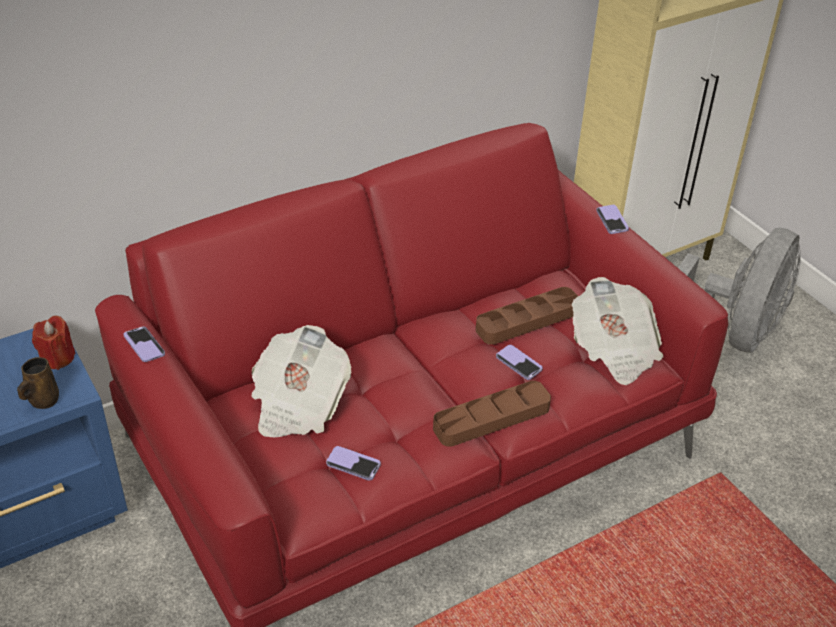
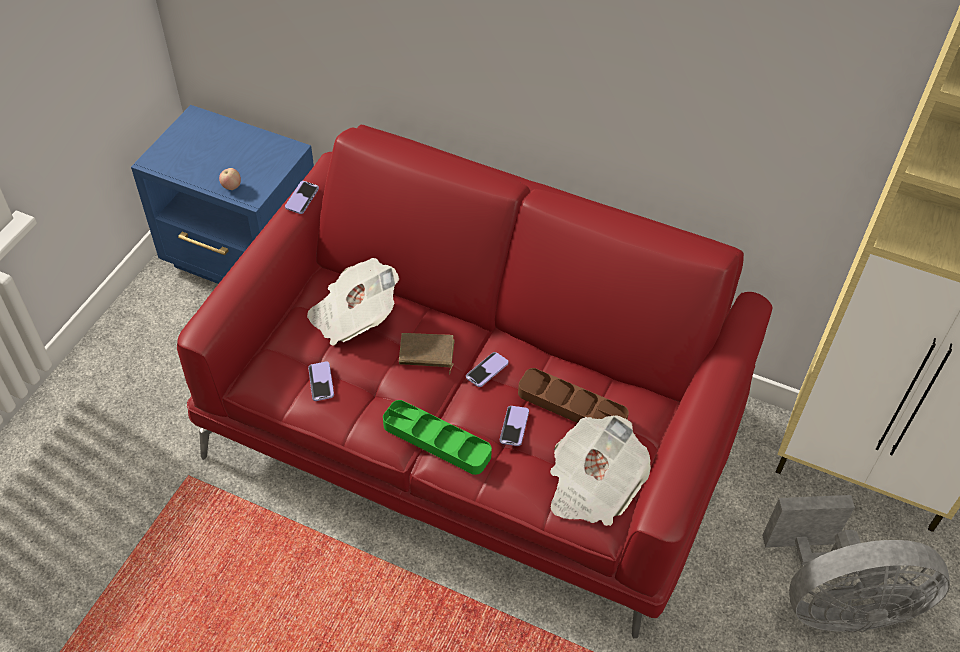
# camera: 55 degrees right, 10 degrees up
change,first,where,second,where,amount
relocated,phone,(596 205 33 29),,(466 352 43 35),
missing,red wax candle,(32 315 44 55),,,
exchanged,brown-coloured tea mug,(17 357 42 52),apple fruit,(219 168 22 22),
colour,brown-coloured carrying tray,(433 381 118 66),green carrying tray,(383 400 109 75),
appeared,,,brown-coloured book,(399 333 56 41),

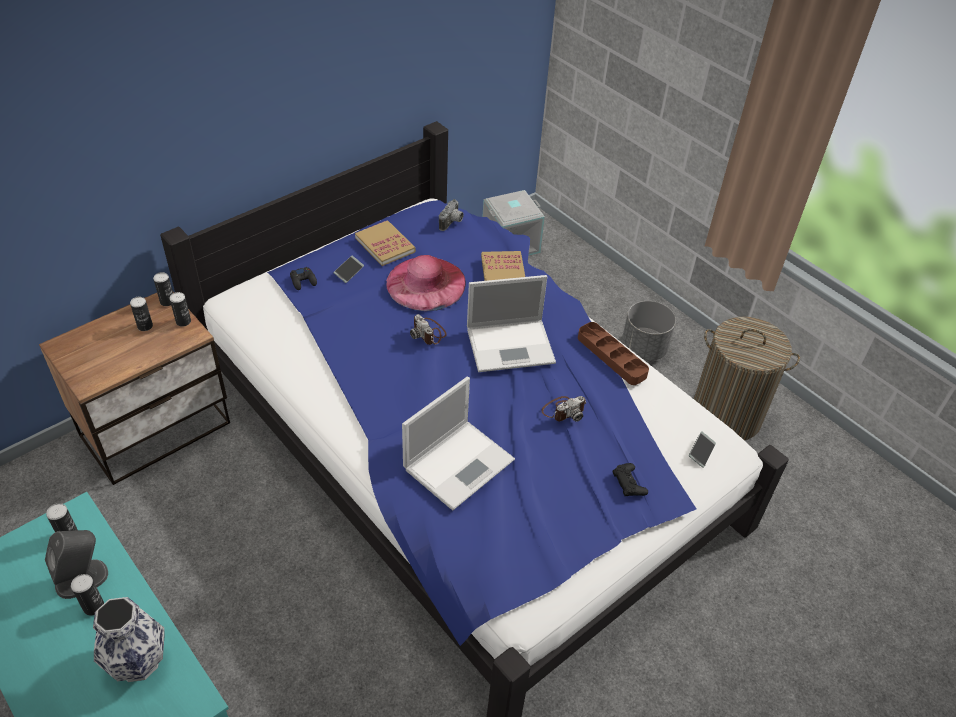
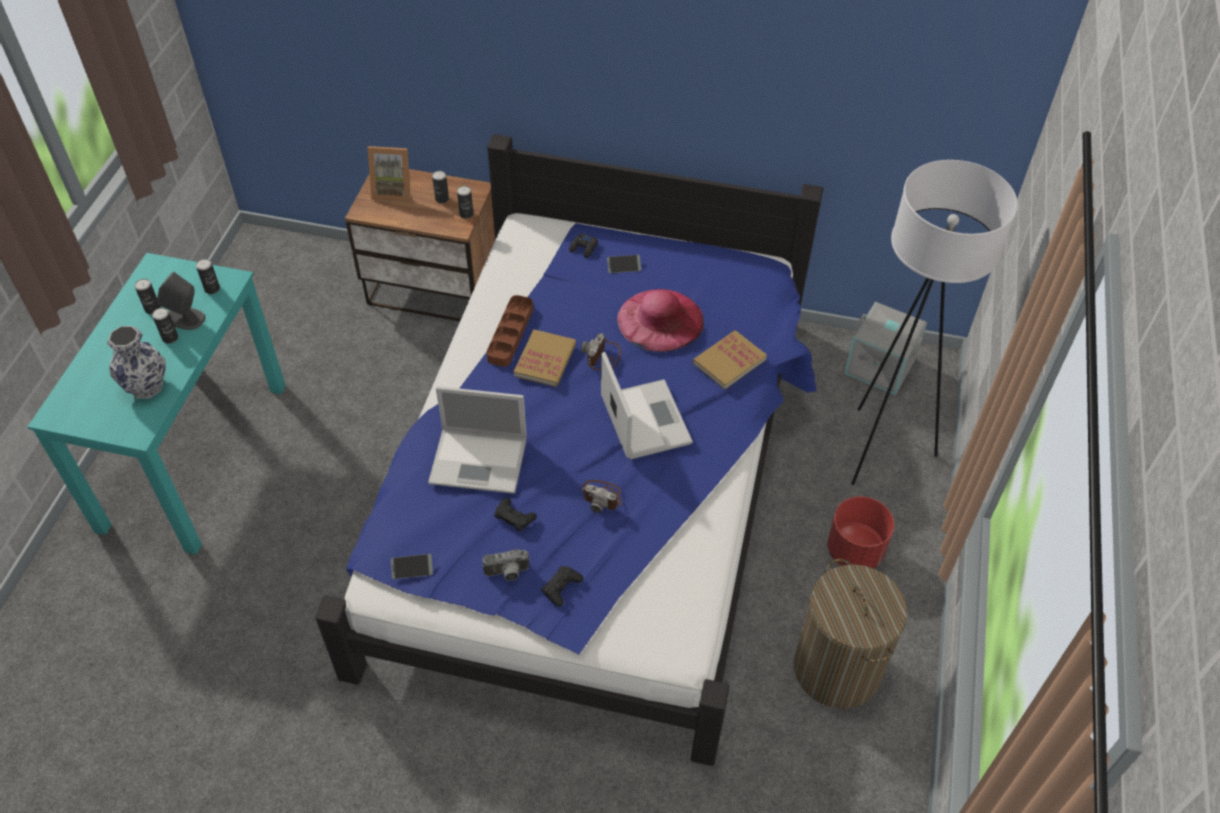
# camera: 55 degrees right, 5 degrees up
change,first,where,second,where,amount
relocated,still camera,(439 199 25 32),,(482 549 48 32),
relocated,book,(355 220 61 46),,(514 329 62 58),
relocated,metal can,(153 272 20 34),,(135 279 26 35),
spun,notebook computer,(467 275 89 97),,(601 352 92 107),150 degrees counterclockwise
colour,gray flower pot,(622 301 54 60),red flower pot,(827 496 67 72),
relocated,brown-coloured carrying tray,(578 322 71 63),,(486 295 47 72),
relocated,phone,(689 431 27 37),,(391 554 42 25),
appeared,,,photo frame,(368 146 43 56),
appeared,,,white floor lamp,(851 160 167 325),
appeared,,,black-coloured joypad,(494 498 43 33),

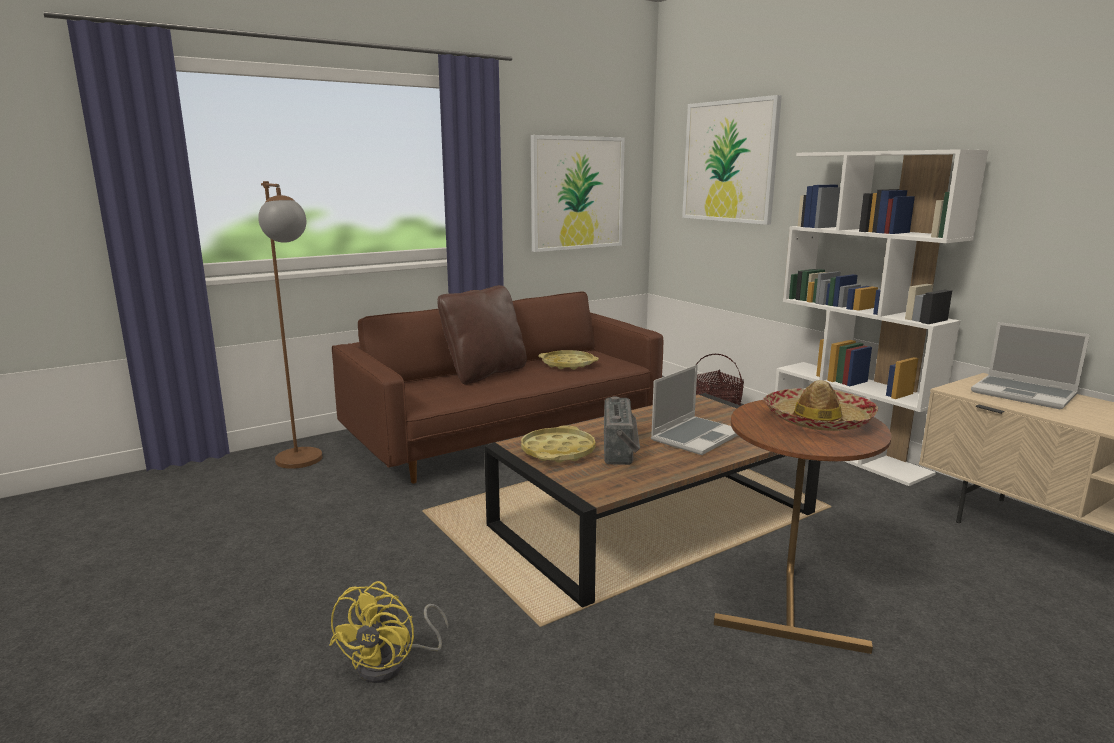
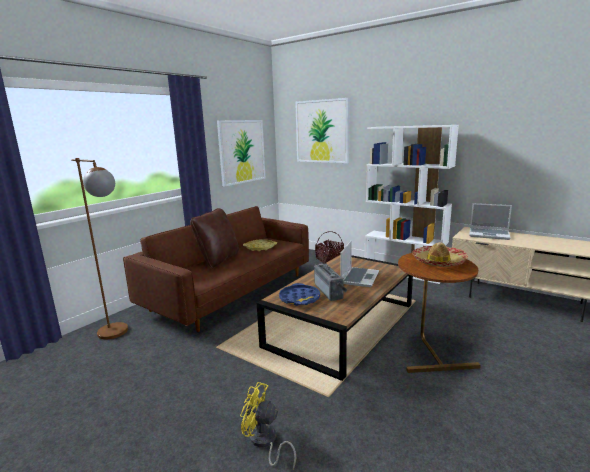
# camera: 20 degrees left, 0 degrees up
change,first,where,second,where,amount
colour,yellow carrying tray,(521 425 75 38),blue carrying tray,(279 283 41 23),
spun,yellow fan,(329 581 119 102),,(240 382 56 87),120 degrees clockwise

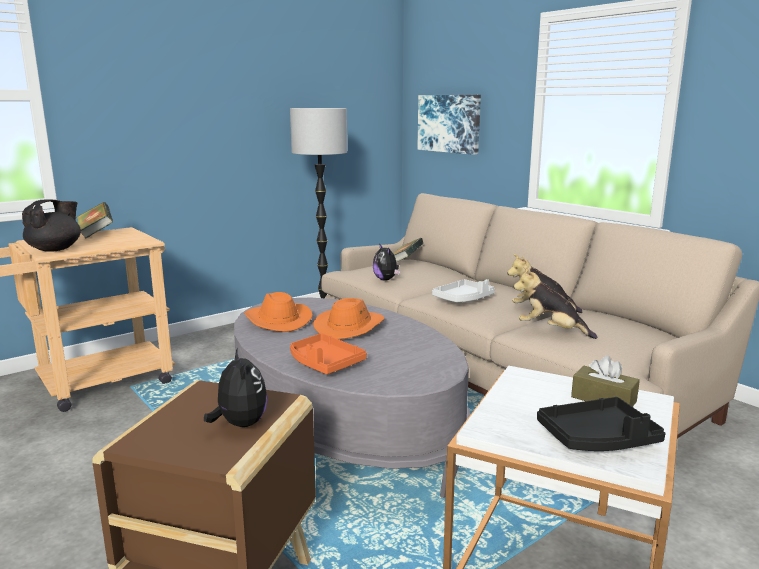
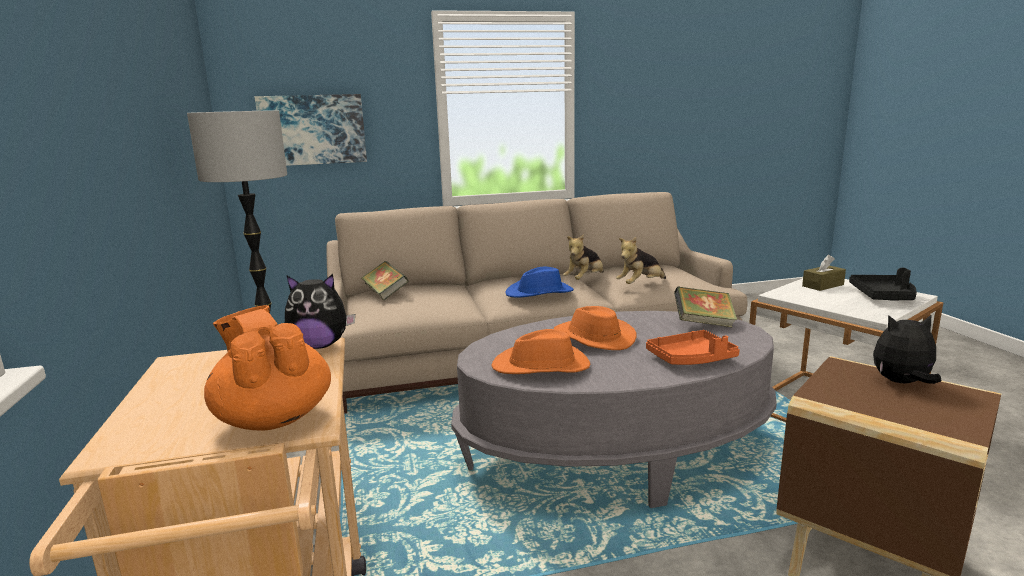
# camera: 65 degrees left, 0 degrees up
change,first,where,second,where,amount
colour,black-coloured teapot,(22 199 59 53),orangey teapot,(204 305 127 126),
relocated,book,(77 202 36 37),,(674 286 63 42),
relocated,plush toy,(373 243 27 37),,(285 274 70 75),
exchanged,gray carrying tray,(432 279 63 23),blue clothing hat,(505 267 69 31),

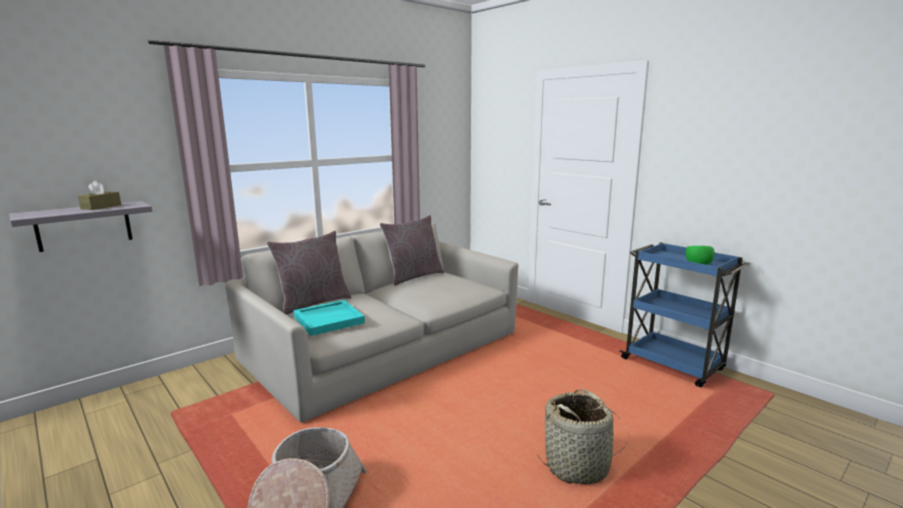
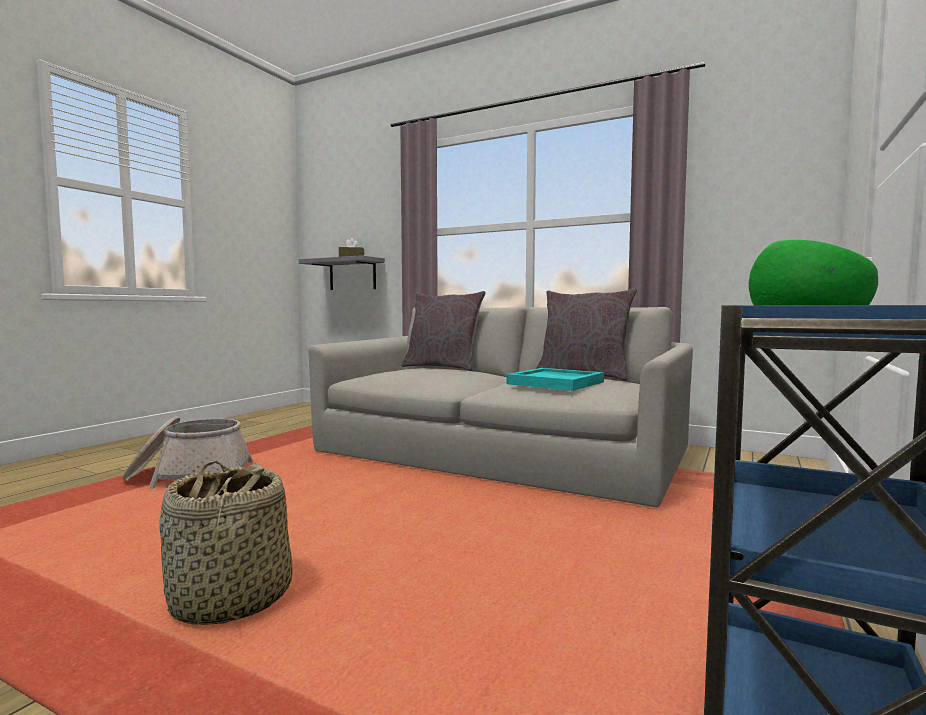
# camera: 70 degrees right, 10 degrees down
change,first,where,second,where,amount
relocated,turquoise carrying tray,(293 300 72 36),,(507 368 97 23),

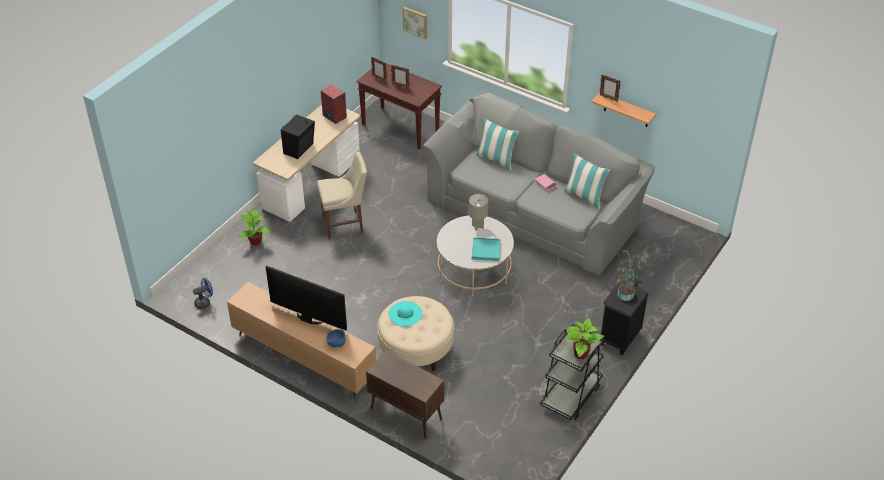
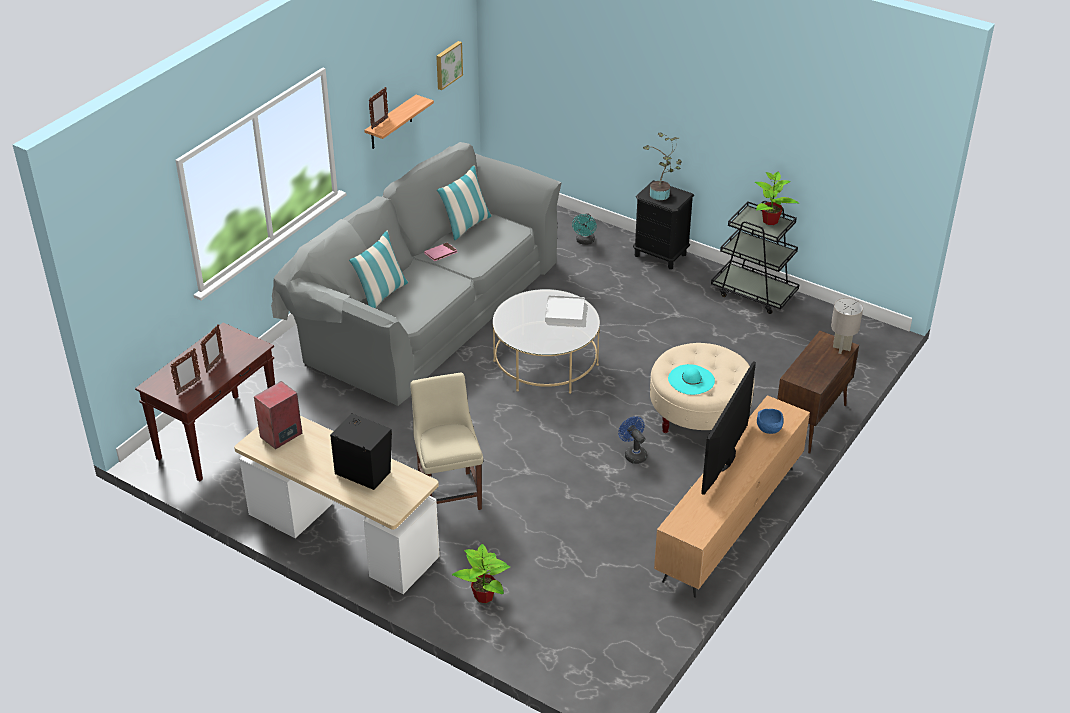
# camera: 90 degrees left, 5 degrees down
change,first,where,second,where,amount
relocated,picture,(403 7 24 32),,(436 41 27 49),
relocated,gray lamp for a table,(469 194 19 37),,(831 298 32 56),
colour,turquoise carrying tray,(472 238 29 23),white carrying tray,(545 295 40 29),
relocated,blue fan,(193 278 20 31),,(618 416 29 48),

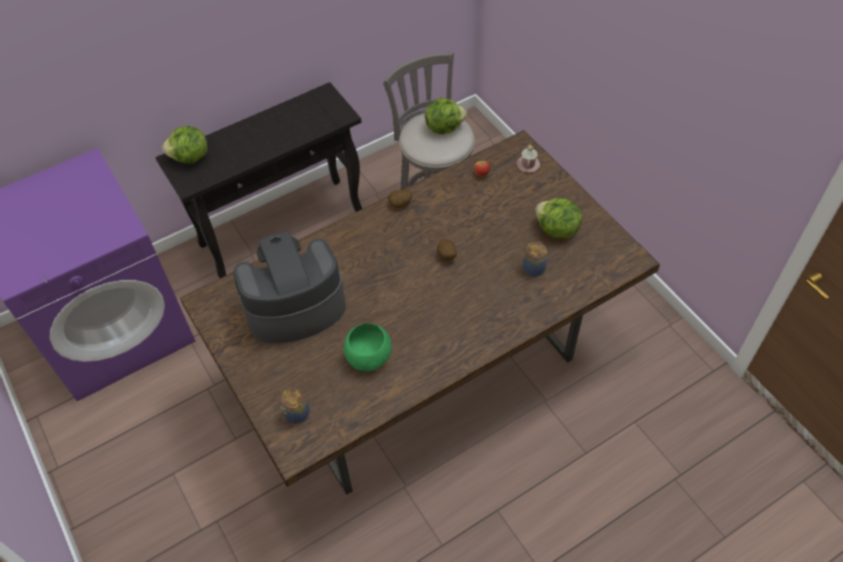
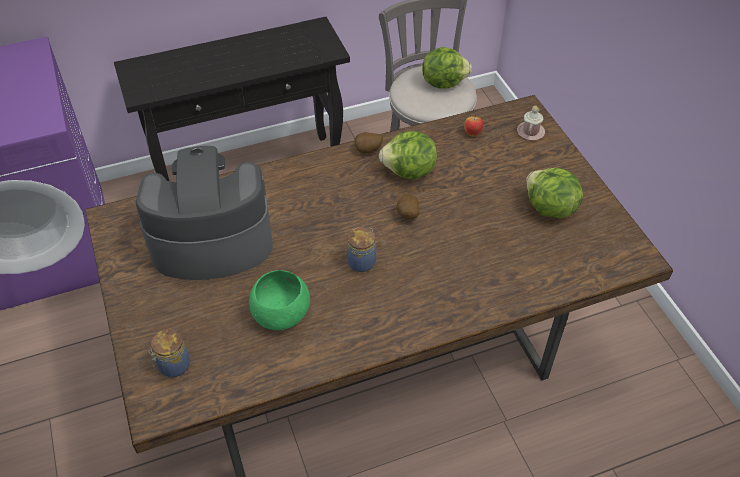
# camera: 10 degrees right, 5 degrees down
change,first,where,second,where,amount
relocated,lettuce head,(162 126 46 37),,(379 131 58 49),
relocated,storage jar,(523 241 25 36),,(347 227 29 45),

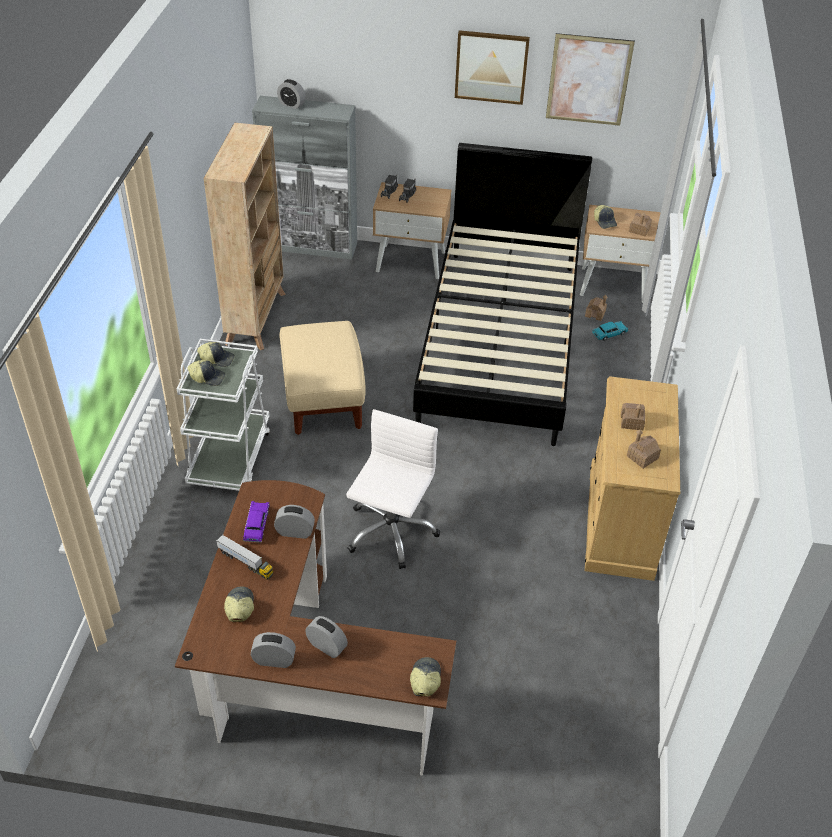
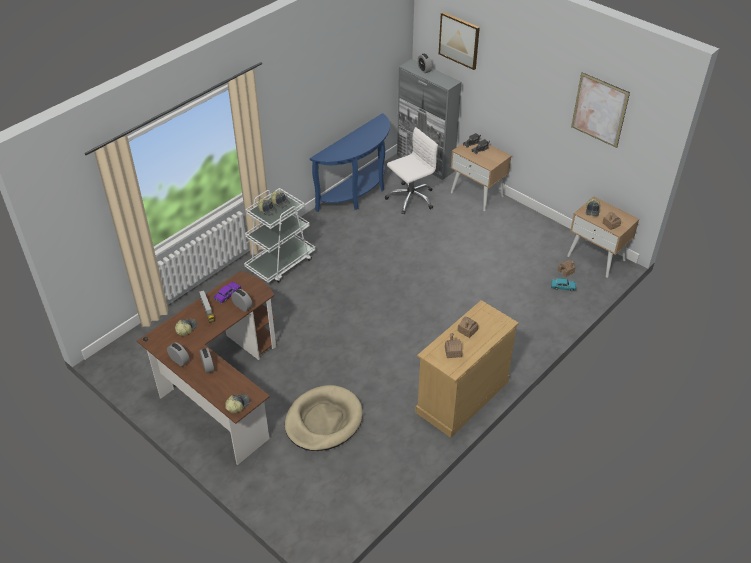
# camera: 35 degrees right, 0 degrees up
change,first,where,second,where,amount
relocated,picture,(455 30 75 75),,(439 12 41 58),
exchanged,beige-coloured bookshelf,(204 122 82 228),blue narrow table,(310 113 80 99),
missing,black-coloured bedroom bed,(413 143 179 303),,,
missing,beige-coloured footrest,(280 321 86 114),,,
relocated,white computer chair,(346 409 94 160),,(385 127 53 88),
appeared,,,beige-coloured dog cushion,(285 385 78 66),

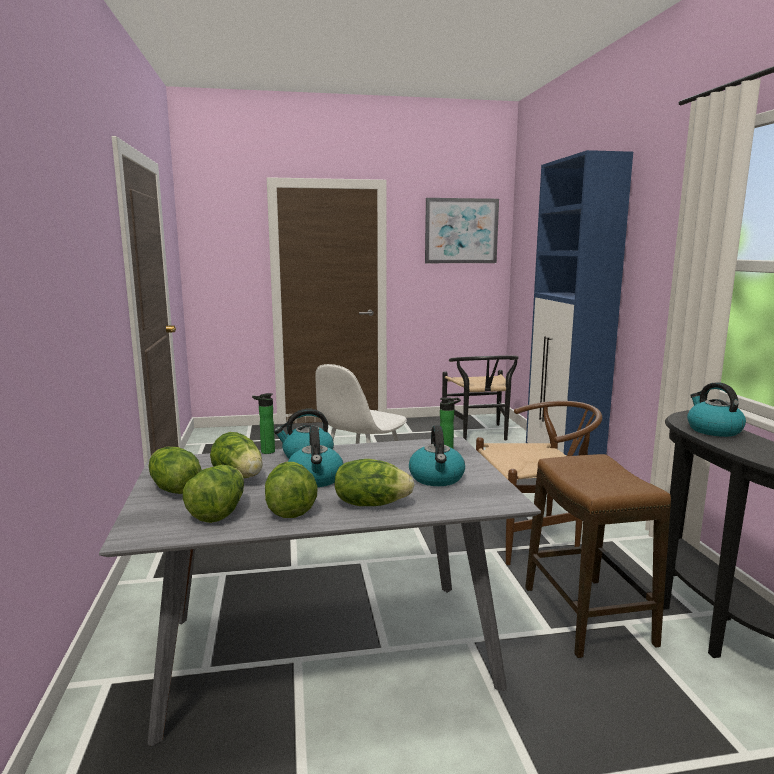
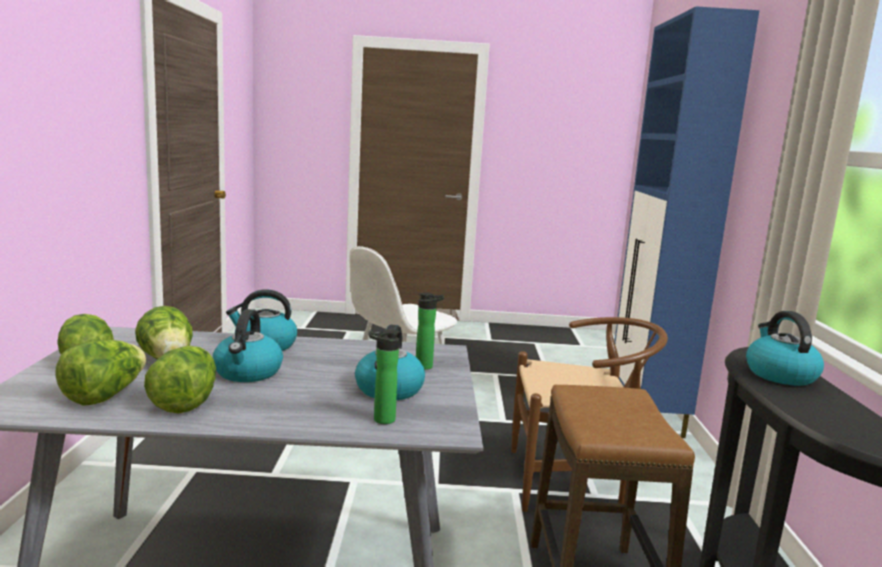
# camera: 10 degrees right, 0 degrees up
change,first,where,second,where,amount
missing,picture,(425 198 74 65),,,
missing,black-coloured upright chair,(442 355 77 86),,,
relocated,bottle,(252 393 23 61),,(368 330 32 94),
missing,lettuce head,(335 459 79 47),,,

